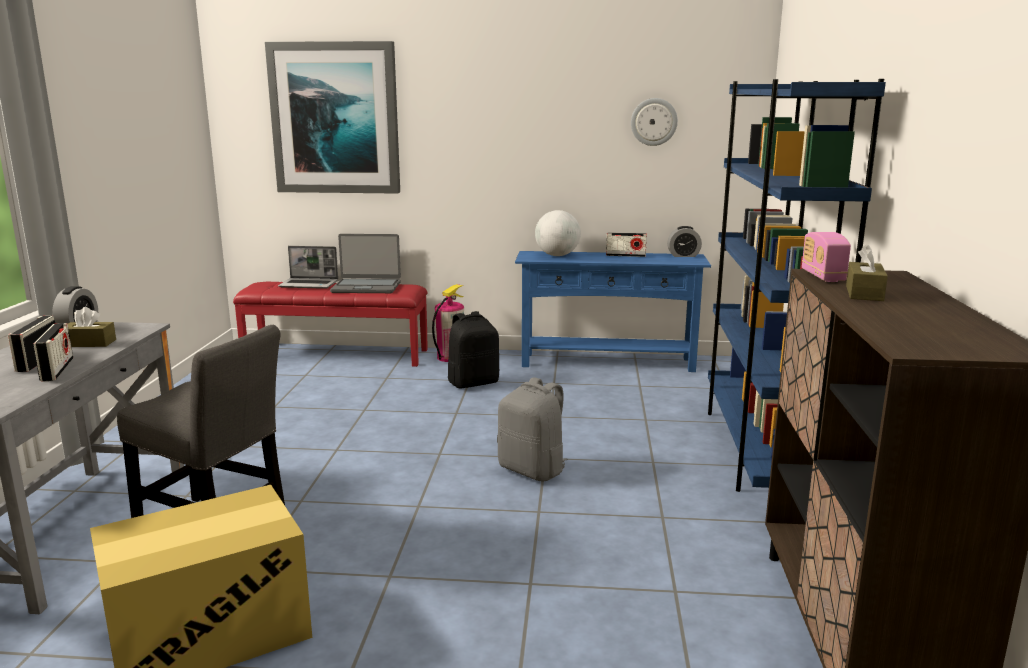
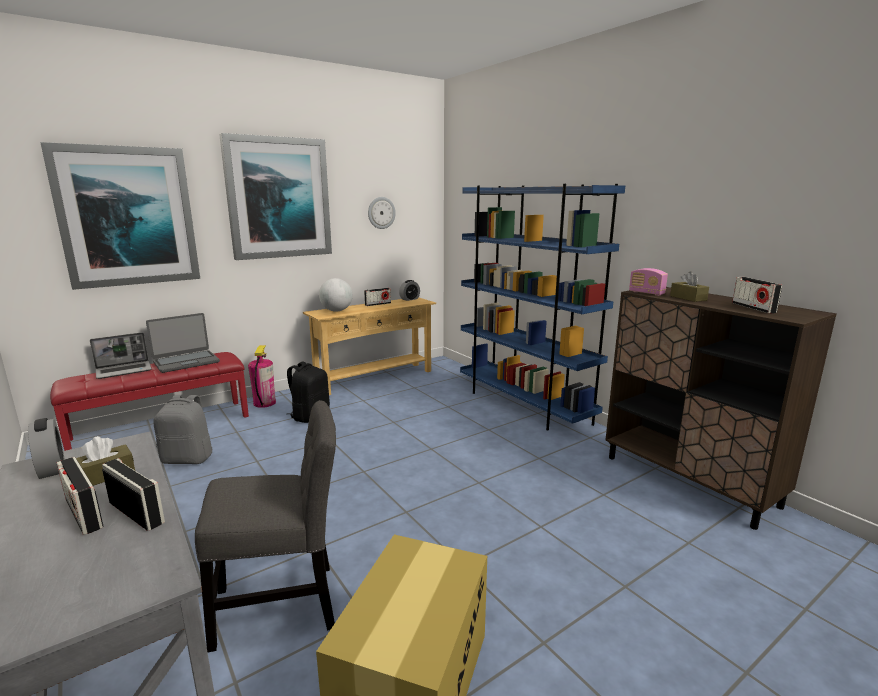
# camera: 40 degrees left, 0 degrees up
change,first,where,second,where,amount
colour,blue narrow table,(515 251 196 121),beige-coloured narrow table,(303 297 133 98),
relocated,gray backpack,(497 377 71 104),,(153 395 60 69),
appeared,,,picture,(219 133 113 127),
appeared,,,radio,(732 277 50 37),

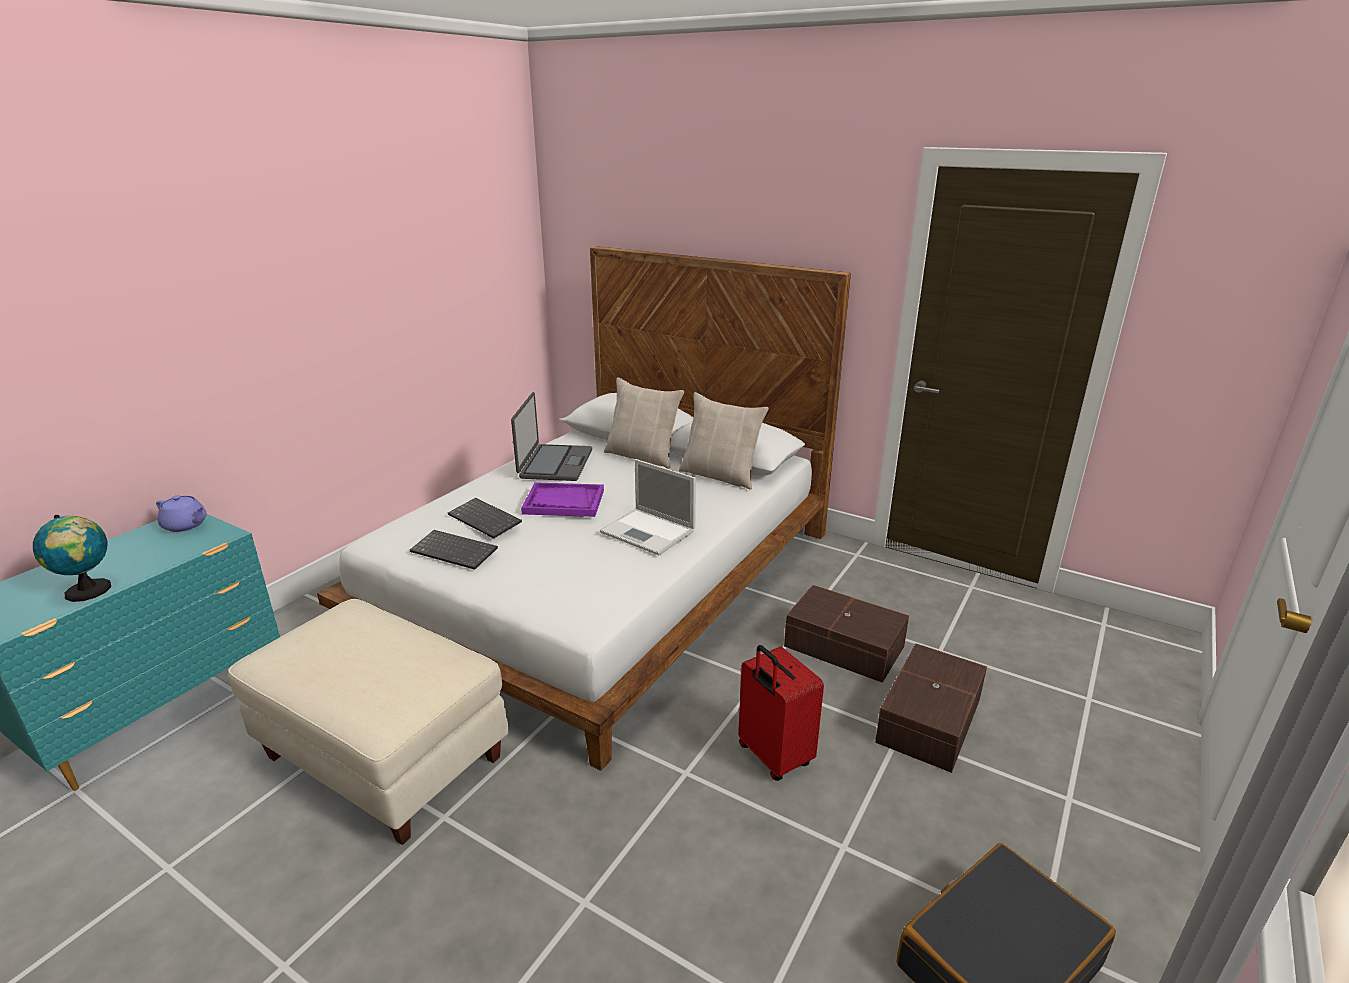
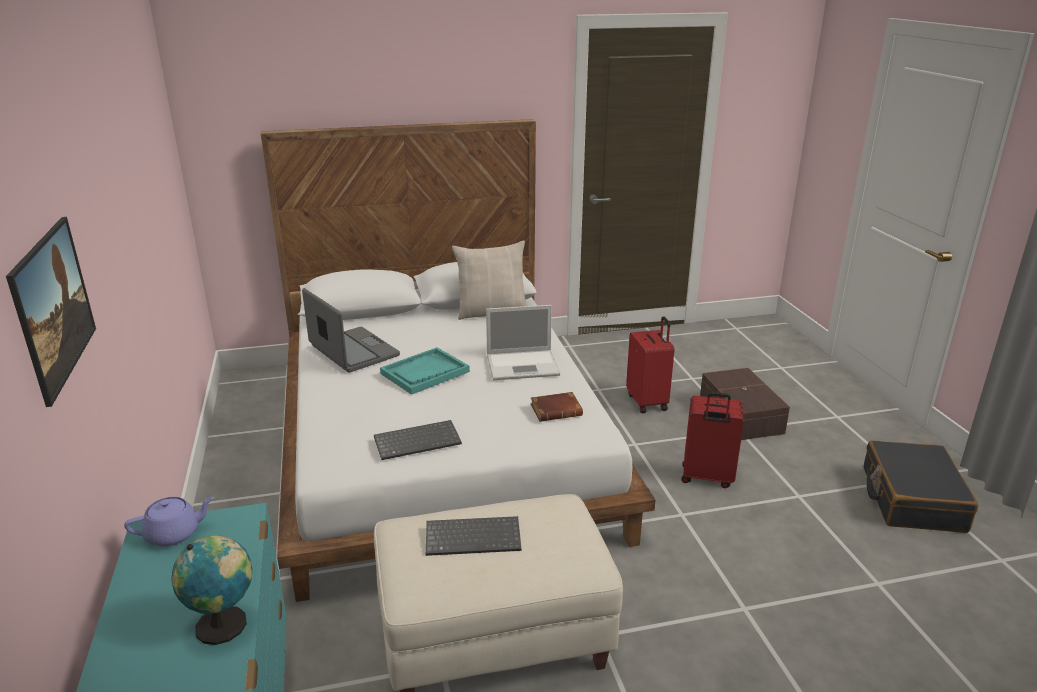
# camera: 45 degrees left, 0 degrees up
change,first,where,second,where,amount
missing,beige-coloured throw pillow,(604 378 80 90),,,
colour,purple-coloured carrying tray,(521 482 83 35),turquoise carrying tray,(380 347 90 48),
relocated,PC keyboard,(448 498 74 40),,(426 516 96 40),
exchanged,brown-coloured storage box,(784 585 125 98),red travel case,(626 316 48 98),
appeared,,,picture,(6 217 90 190),
appeared,,,brown-coloured book,(531 392 52 30),

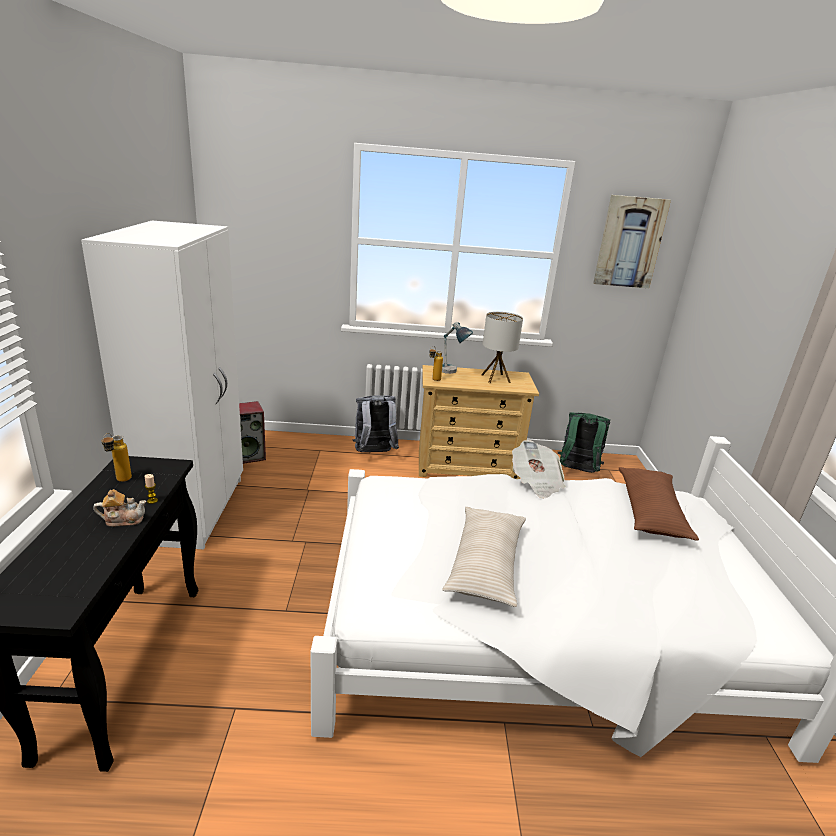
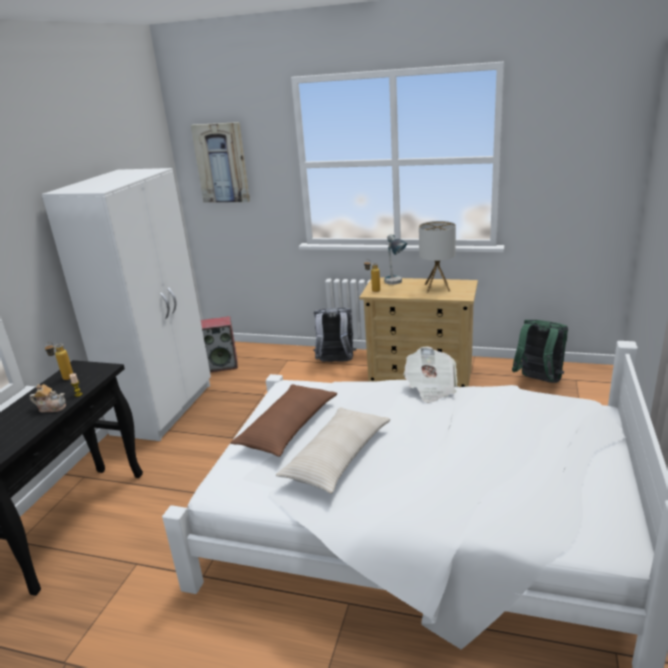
# camera: 20 degrees right, 0 degrees up
change,first,where,second,where,amount
relocated,picture,(593 195 78 93),,(191 122 59 81),
relocated,brown-coloured throw pillow,(619 467 80 74),,(230 384 107 73),

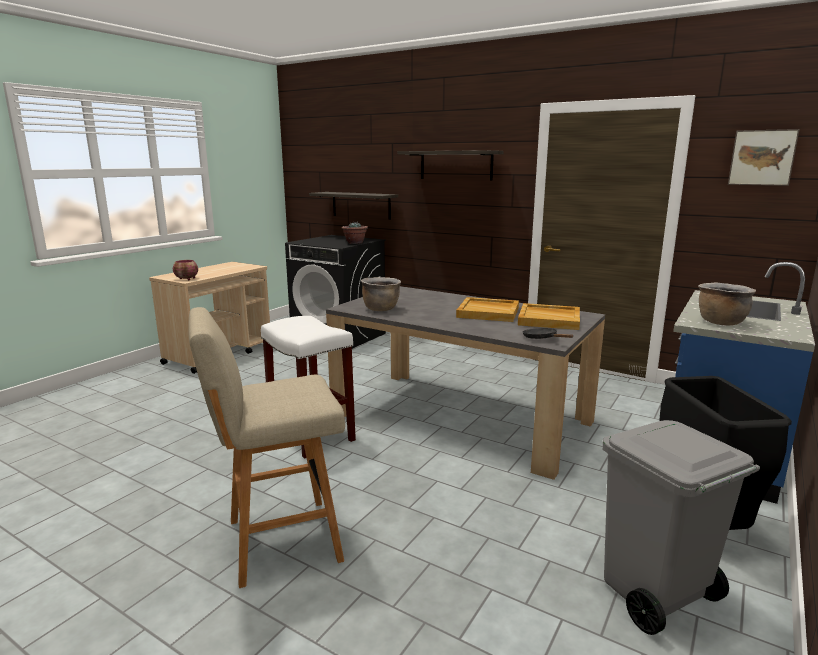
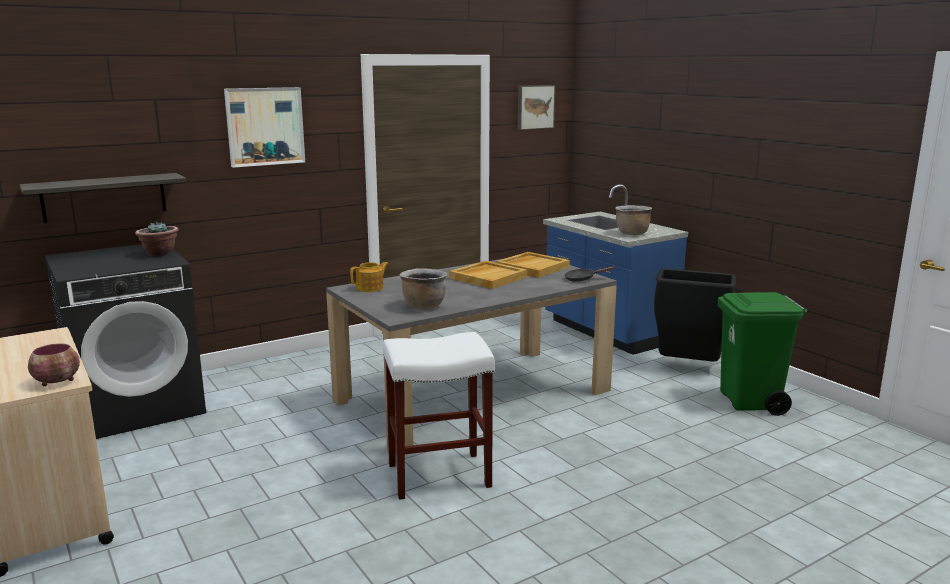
# camera: 65 degrees left, 0 degrees up
change,first,where,second,where,amount
exchanged,bracket shelf,(398 150 106 30),picture,(224 87 81 81),
missing,beige-coloured stool,(188 307 157 281),,,
colour,gray trash can,(602 420 158 215),green trash can,(718 292 90 124),
appeared,,,teapot,(350 262 39 30),

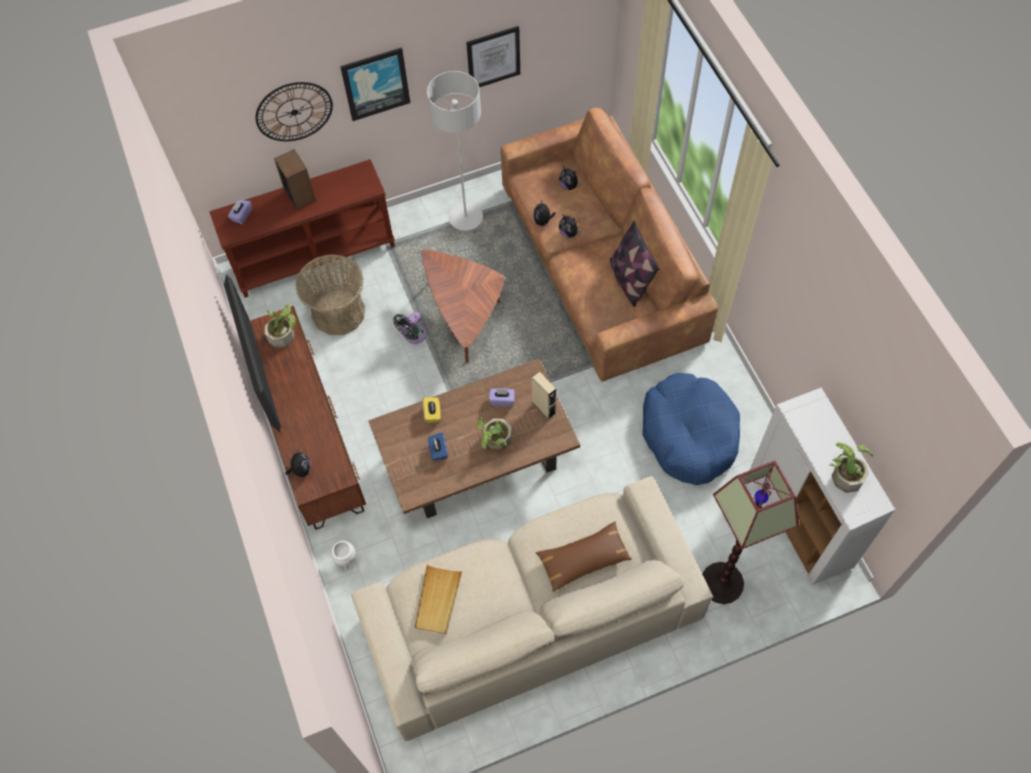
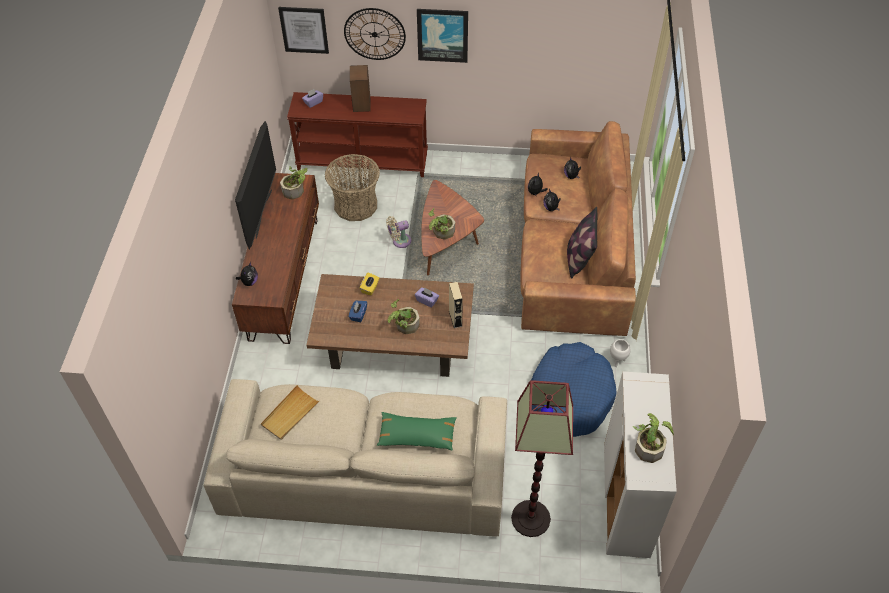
# camera: 25 degrees right, 10 degrees down
change,first,where,second,where,amount
relocated,picture,(466 26 54 61),,(278 7 51 47),
missing,gray floor lamp,(427 71 56 160),,,
colour,black-coloured fan,(393 311 34 33),beige-coloured fan,(386 216 25 32),
colour,brown-coloured throw pillow,(536 521 96 71),green throw pillow,(377 412 80 38),
relocated,white flower pot,(331 541 25 29),,(610 339 20 28),
appeared,,,houseplant,(428 208 27 32),

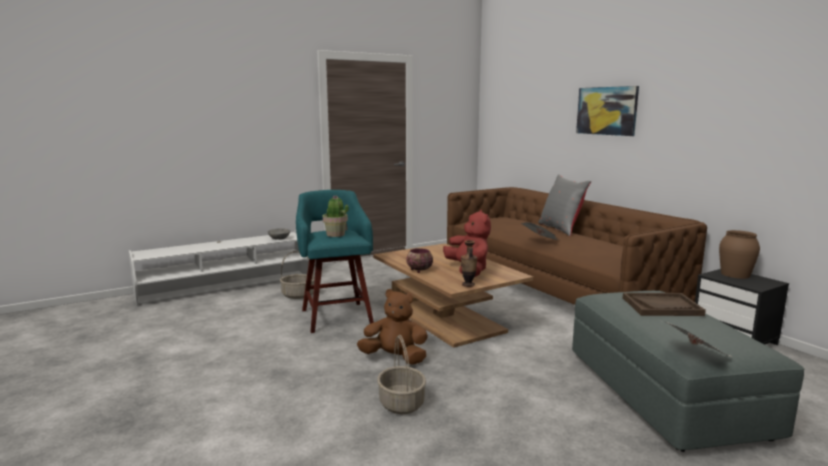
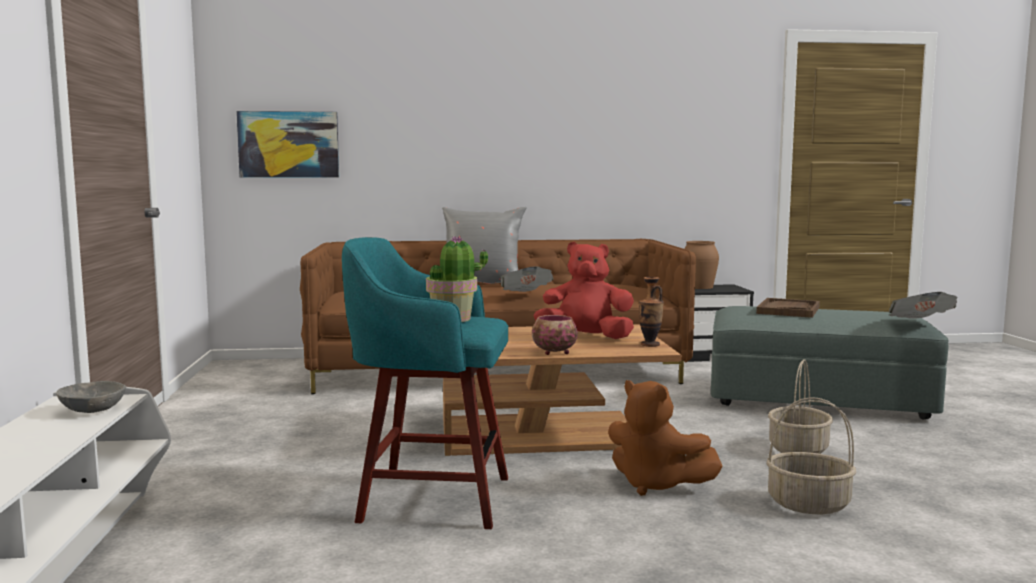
# camera: 65 degrees left, 5 degrees down
change,first,where,second,where,amount
relocated,picture,(576 86 63 50),,(236 111 103 67),
relocated,household basket,(280 251 35 48),,(768 359 65 95),
spun,brown-coloured plush toy,(357 289 71 76),,(608 380 115 116),90 degrees counterclockwise

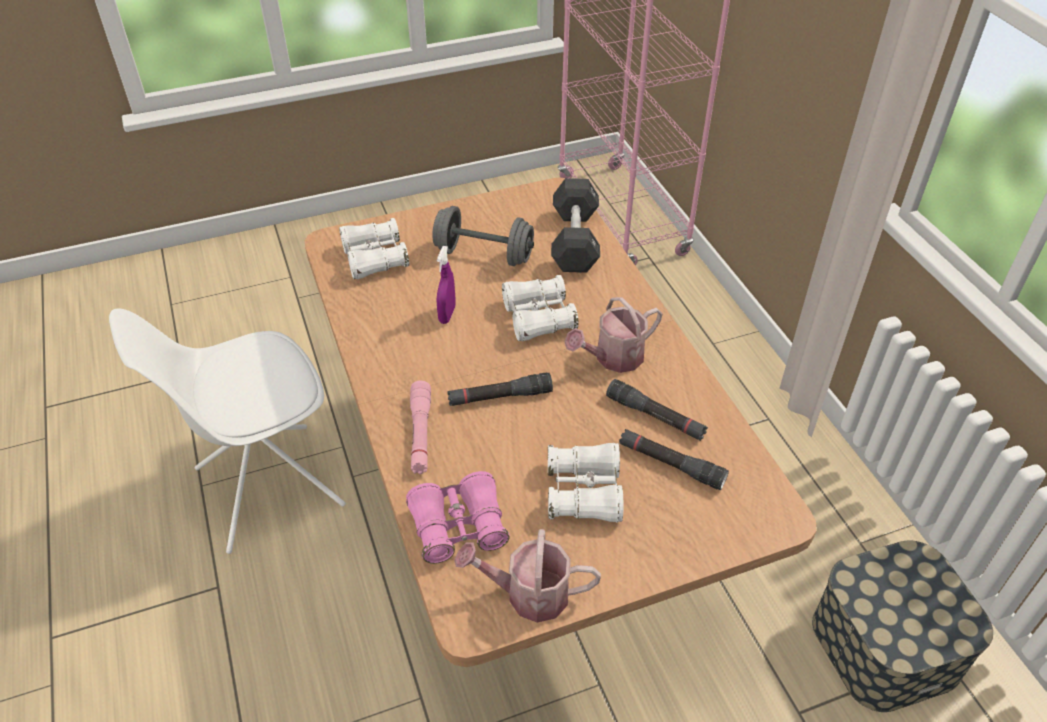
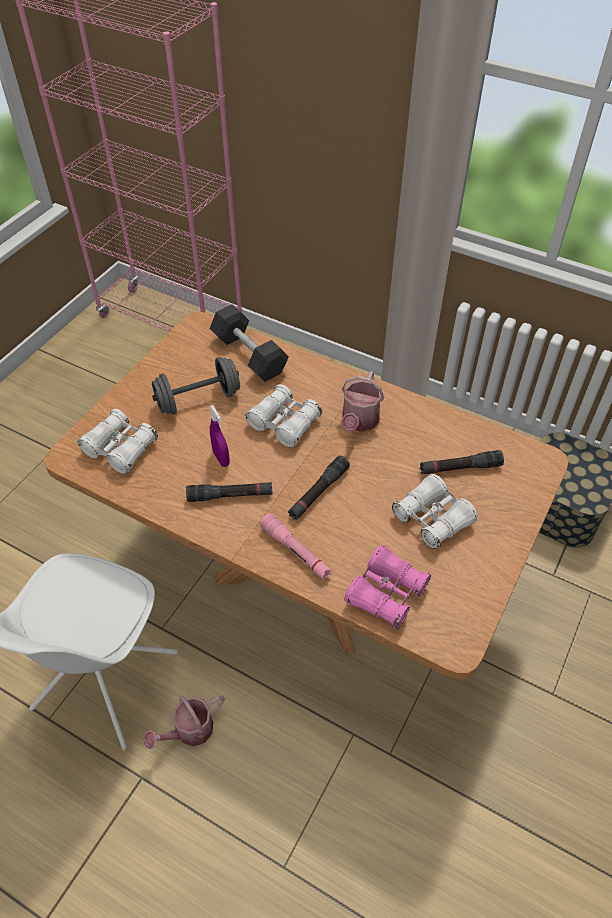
# camera: 40 degrees left, 5 degrees up
change,first,where,second,where,amount
relocated,black-coloured torch,(606 379 102 62),,(186 482 86 20),
relocated,sprinkling can,(454 529 147 94),,(143 696 82 53),

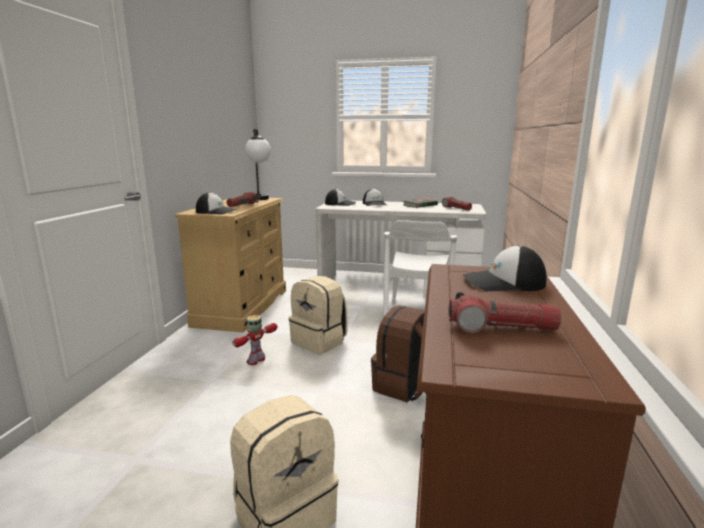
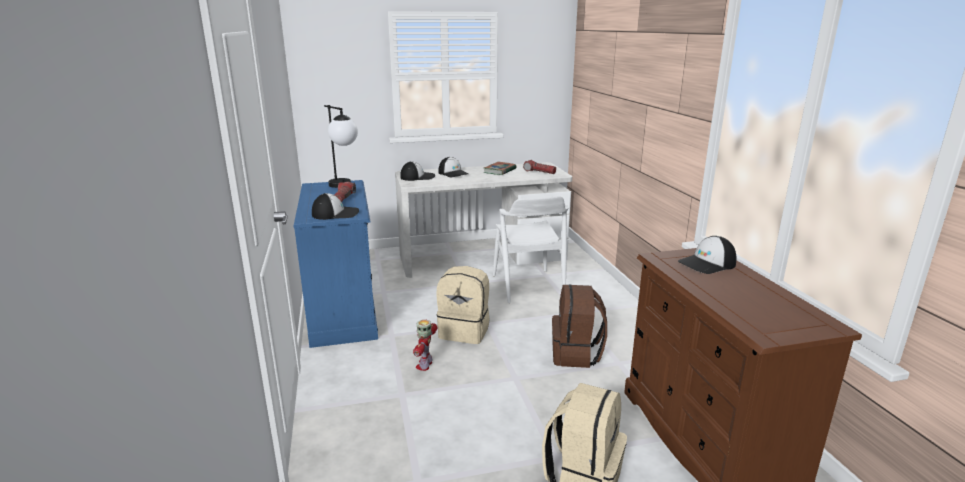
# camera: 25 degrees left, 5 degrees up
change,first,where,second,where,amount
colour,beige-coloured drawer chest,(175 197 111 136),blue drawer chest,(294 180 84 168),
missing,torch,(448 292 113 41),,,

